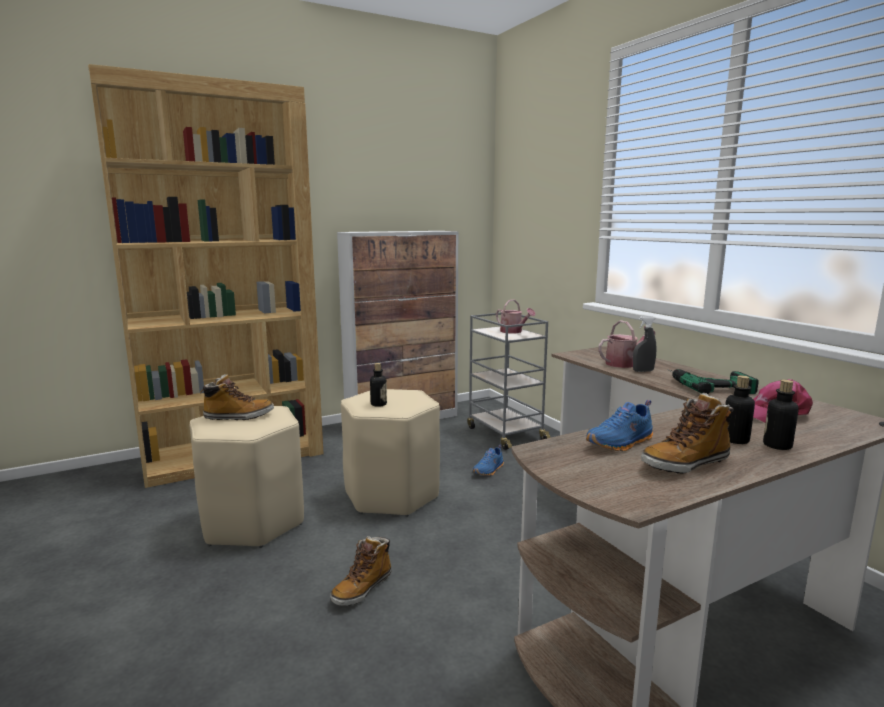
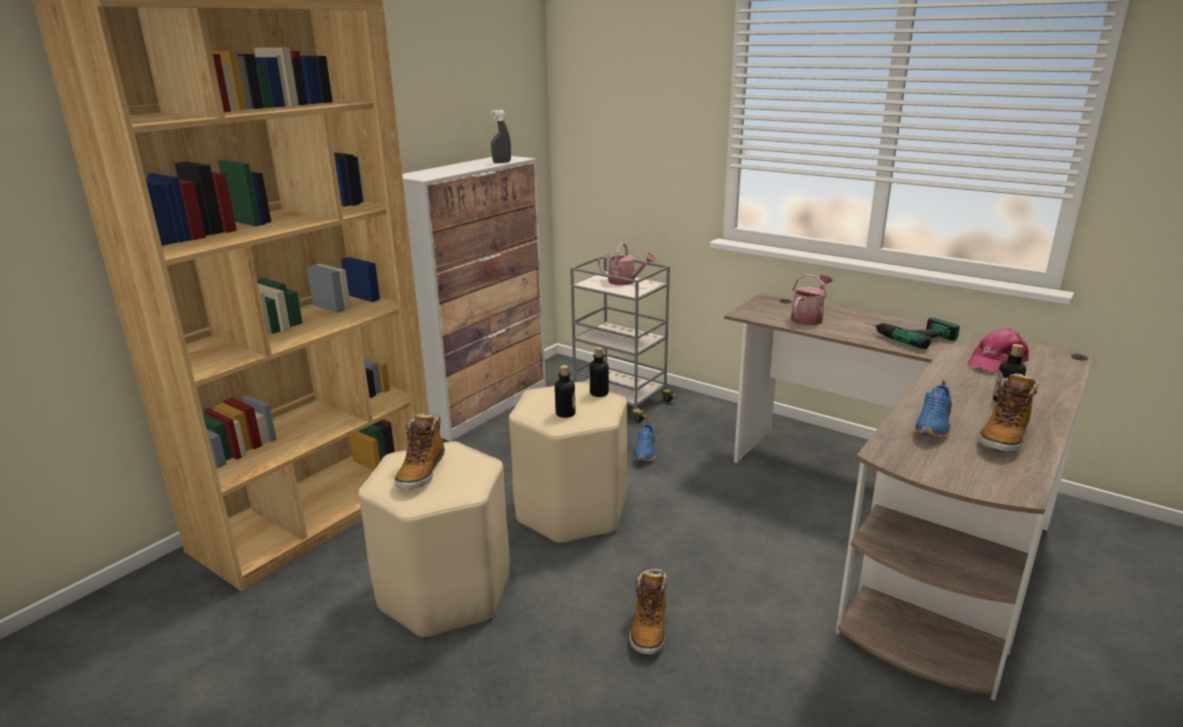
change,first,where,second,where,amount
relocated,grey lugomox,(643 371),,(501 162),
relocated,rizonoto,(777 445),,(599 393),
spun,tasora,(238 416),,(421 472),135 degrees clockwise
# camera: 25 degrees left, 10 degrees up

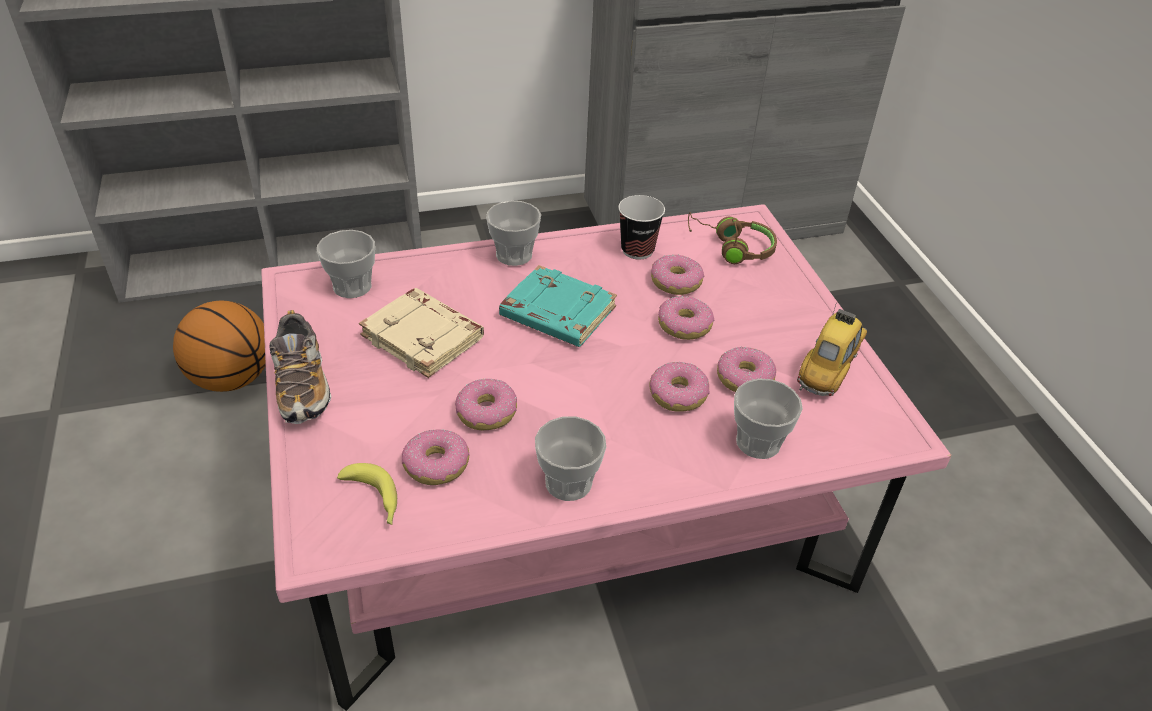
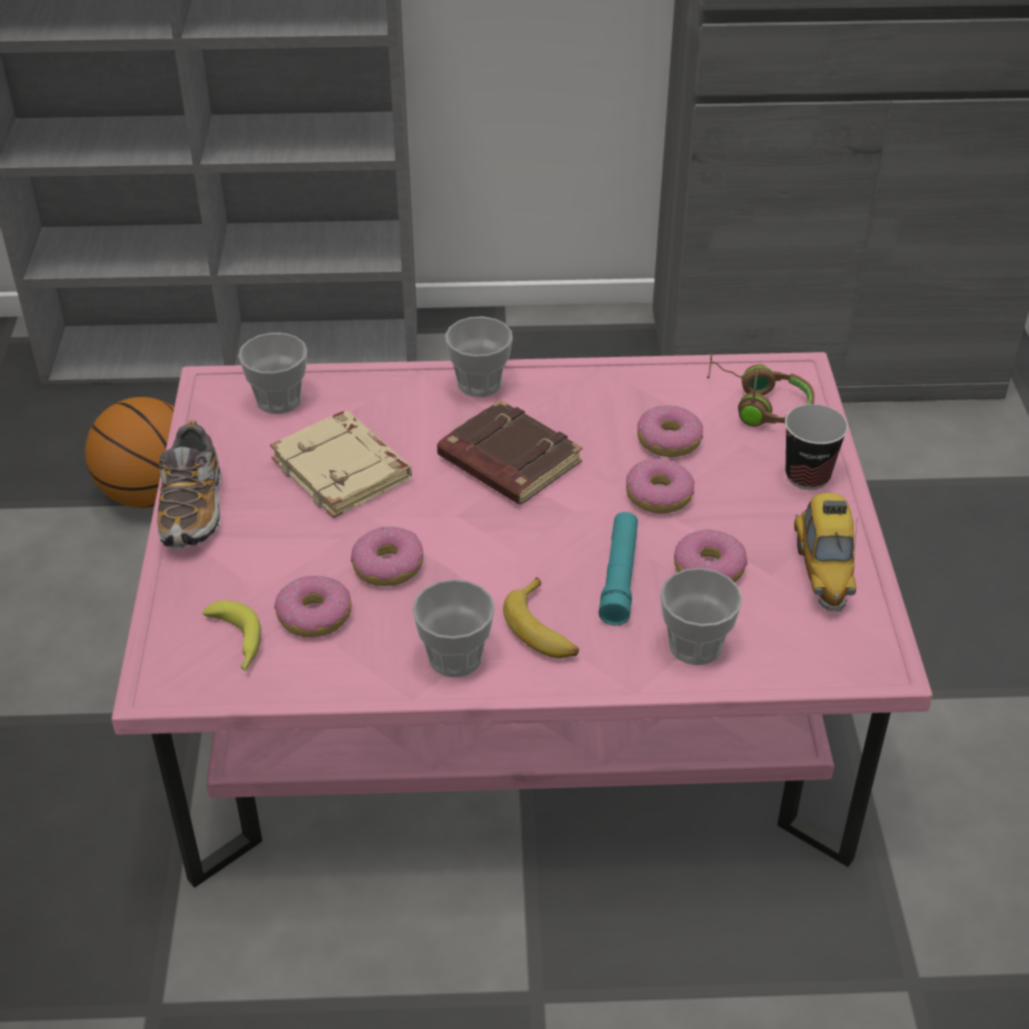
change,first,where,second,where,amount
appeared,,,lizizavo,(543 629),
relocated,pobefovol,(637 250),,(807 476),
exchanged,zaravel,(677 394),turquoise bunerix,(619 576),
colour,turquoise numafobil,(556 313),brown numafobil,(507 461),
spun,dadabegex,(830 368),,(823 571),135 degrees clockwise
# camera: 15 degrees right, 0 degrees up

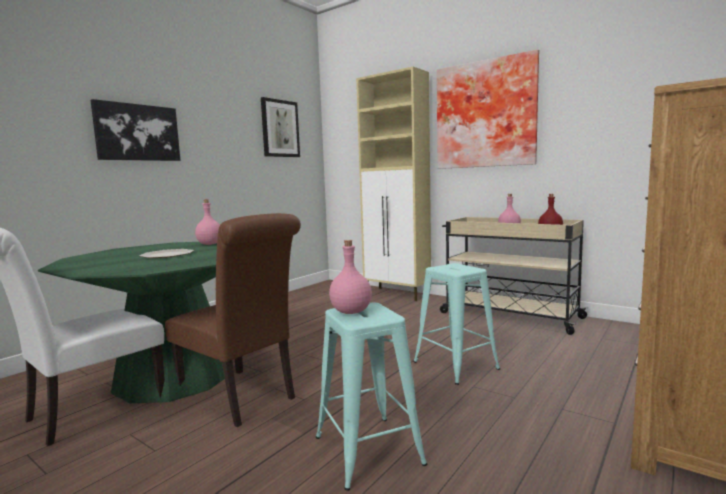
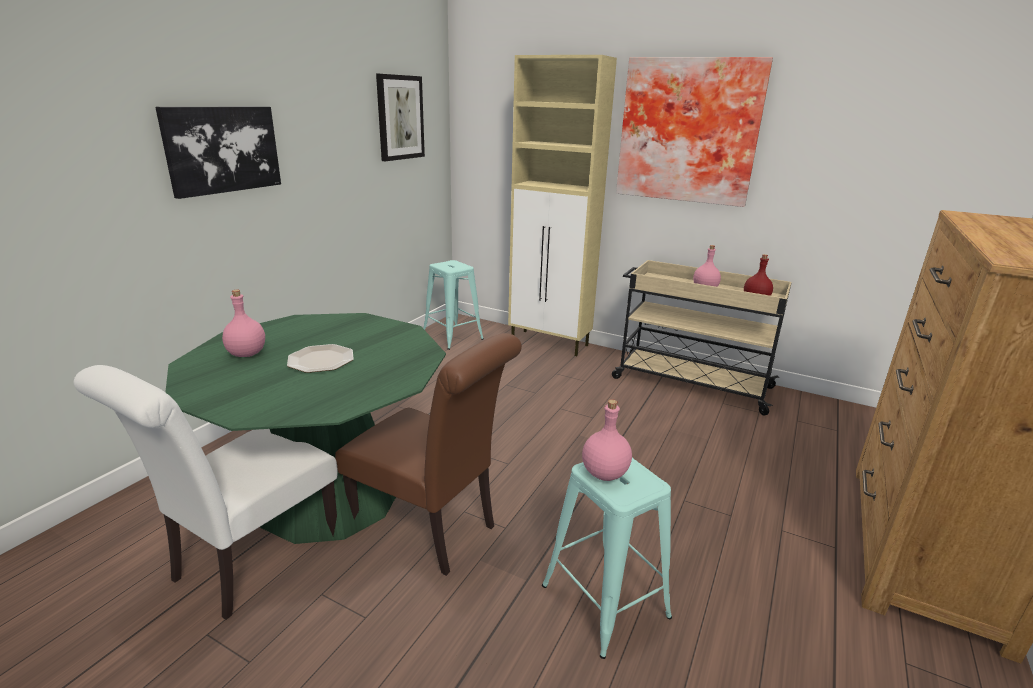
change,first,where,second,where,amount
relocated,pink rizonoto,(210 244),,(247 353),
relocated,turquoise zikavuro,(455 365),,(452 337),
# camera: 10 degrees left, 15 degrees up

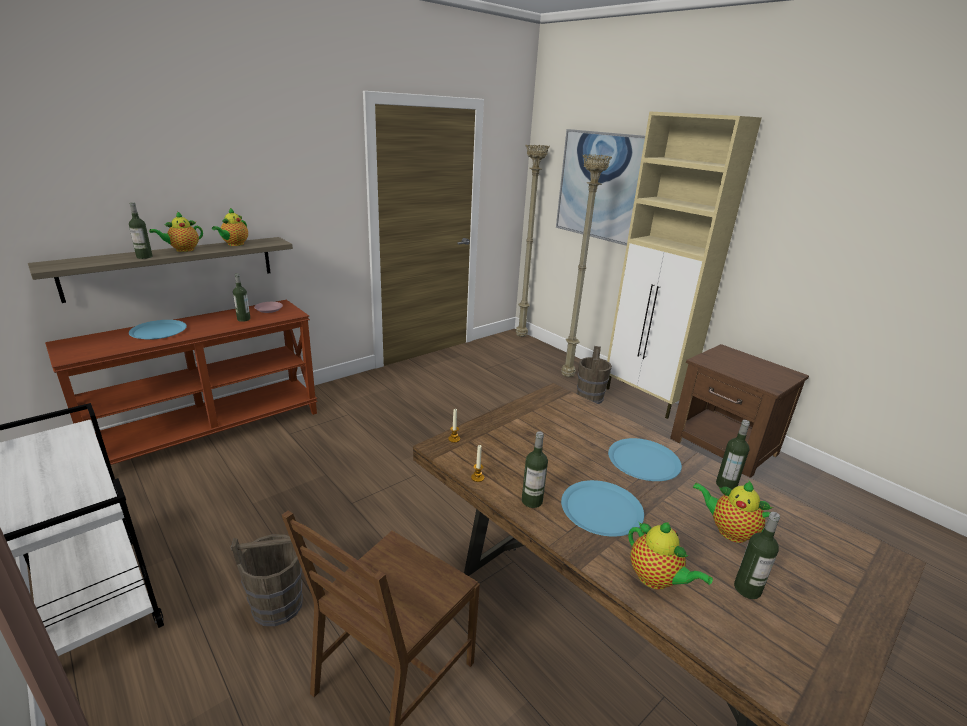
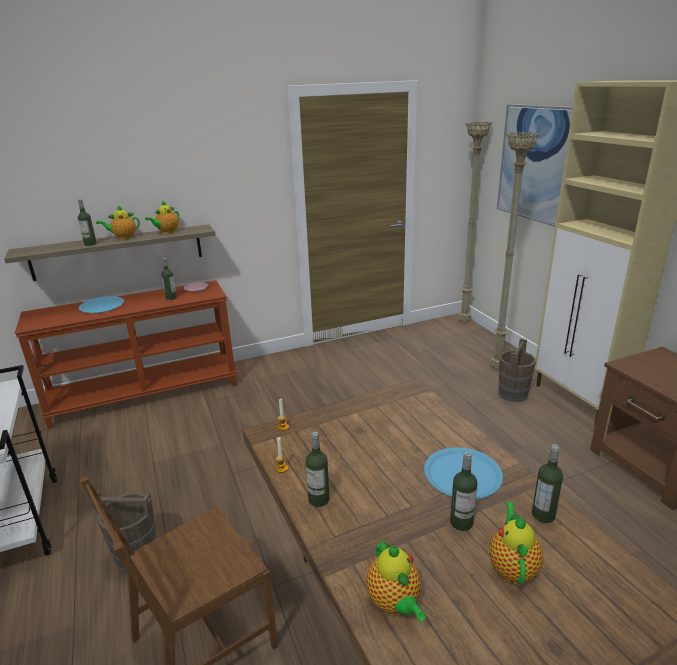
change,first,where,second,where,amount
missing,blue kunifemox,(601 509),,,
relocated,rizonoto,(747 589),,(461 522),
spun,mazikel,(729 531),,(512 567),45 degrees clockwise
# camera: 20 degrees right, 0 degrees up

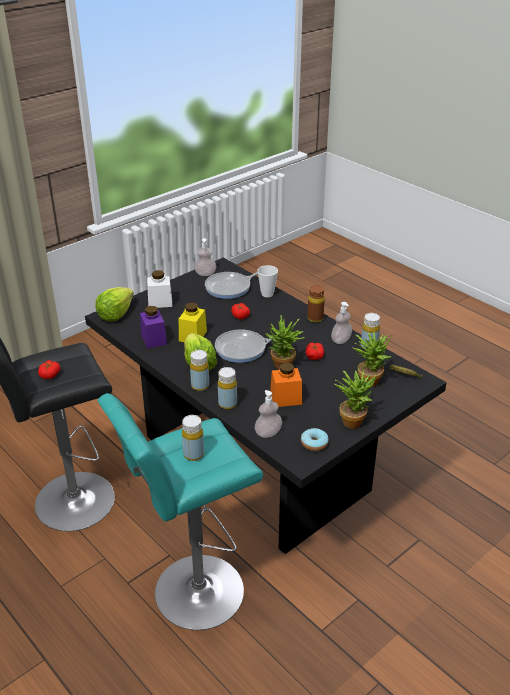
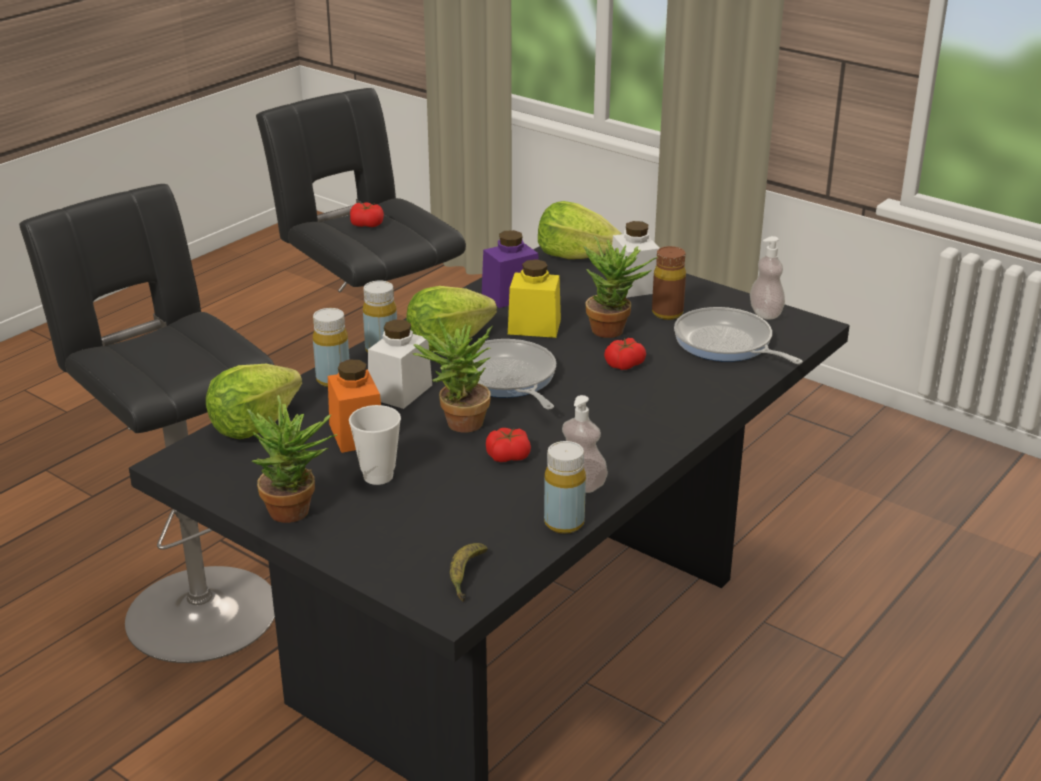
change,first,where,second,where,amount
missing,yellow rizonoto,(193 454),,,
missing,zaravel,(314 443),,,
appeared,,,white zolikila,(400 391),
relocated,pobefovol,(267 294),,(378 476),
relocated,brown rizonoto,(315 318),,(667 313),
relocated,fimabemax,(369 379),,(614 330),
exchanged,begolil,(268 433),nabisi,(254 425),
colour,turquoise zikavuro,(193 594),black zikavuro,(195 607),
# camera: 80 degrees right, 5 degrees down

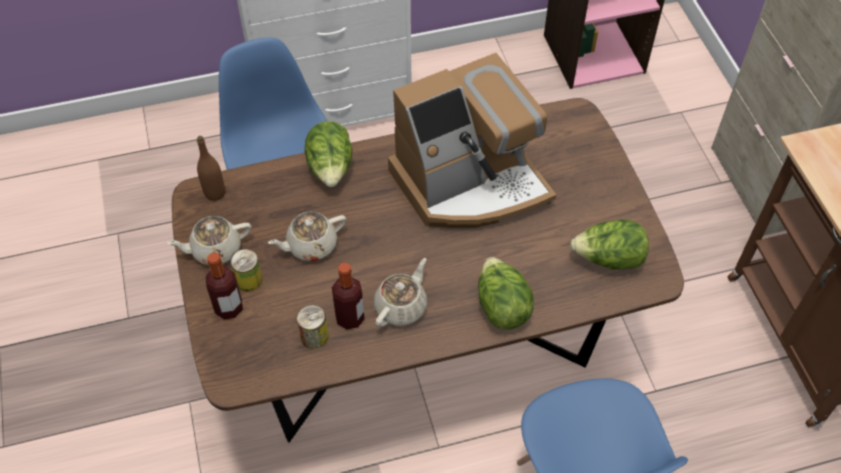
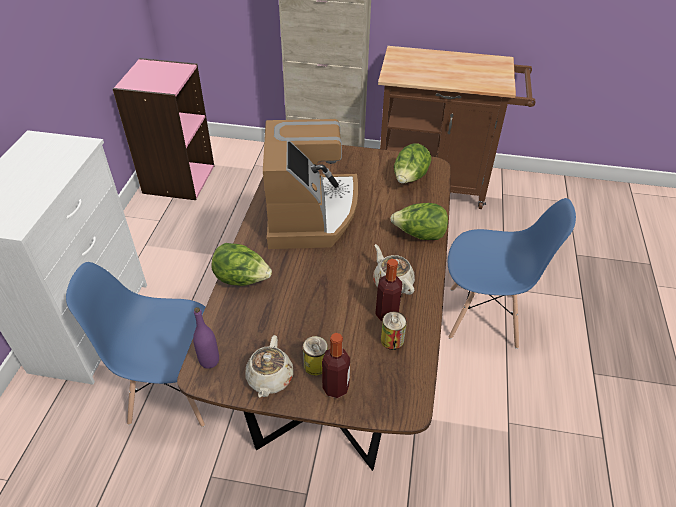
change,first,where,second,where,amount
missing,beige mazikel,(310 245),,,
colour,brown rizonoto,(215 193),purple rizonoto,(209 361),
# camera: 65 degrees left, 10 degrees down

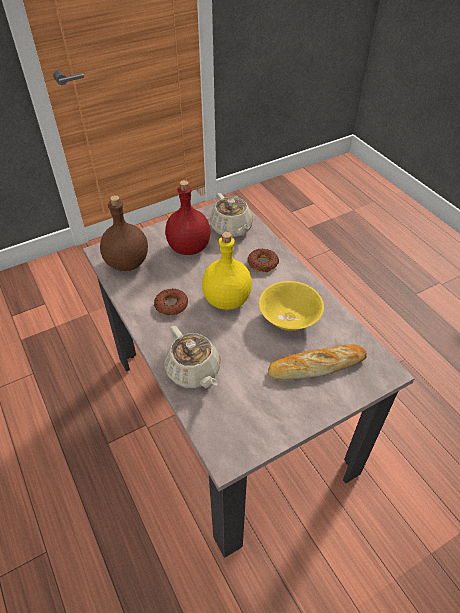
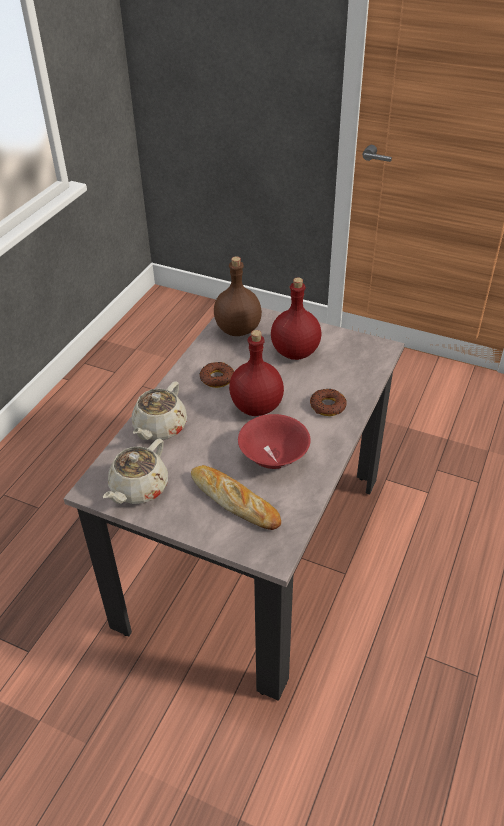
change,first,where,second,where,amount
relocated,beige mazikel,(231 228),,(138 488),
colour,yellow rizonoto,(227 299),red rizonoto,(257 406),
colour,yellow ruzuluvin,(289 319),red ruzuluvin,(274 457),
# camera: 55 degrees right, 5 degrees down

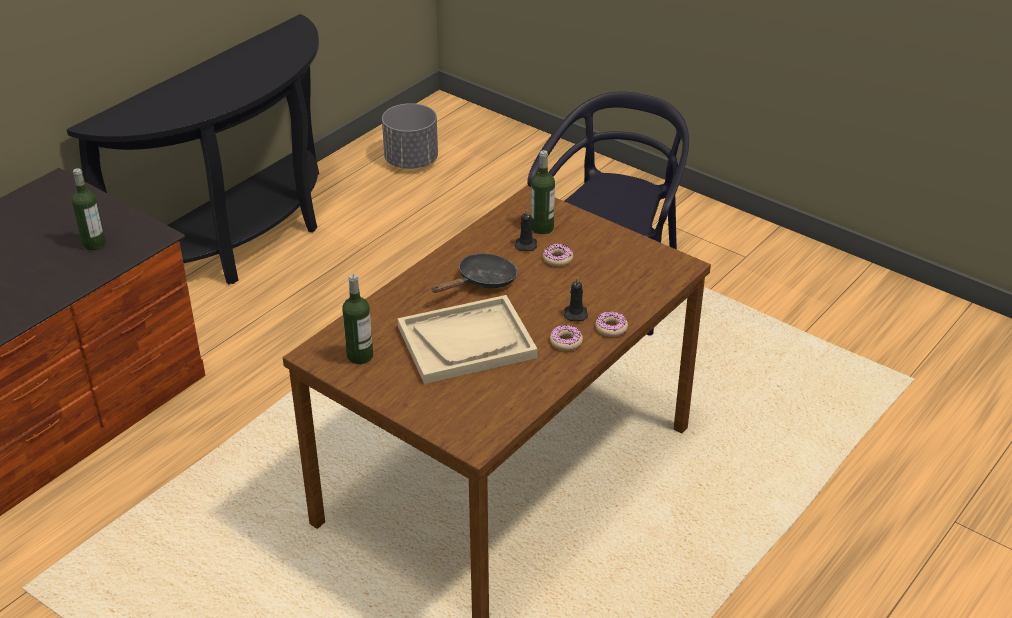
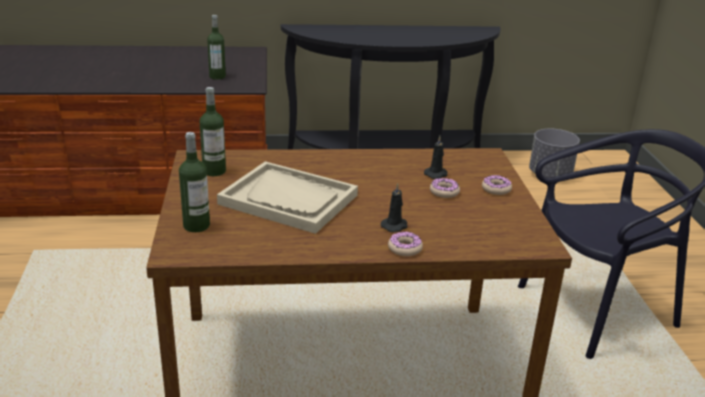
change,first,where,second,where,amount
missing,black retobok,(482 281),,,
relocated,rizonoto,(542 228),,(196 226),
relocated,zaravel,(566 342),,(496 189),
# camera: 45 degrees right, 10 degrees down

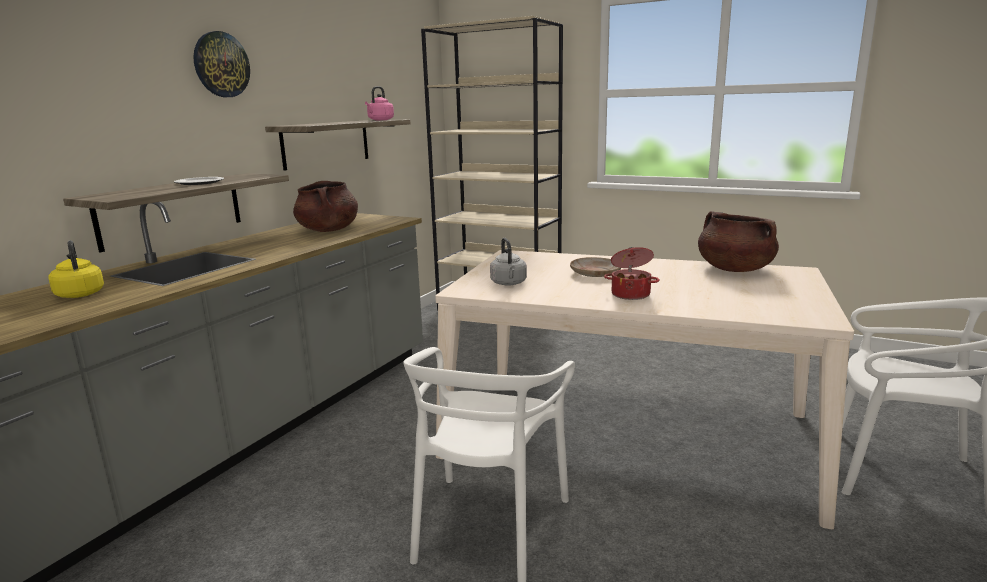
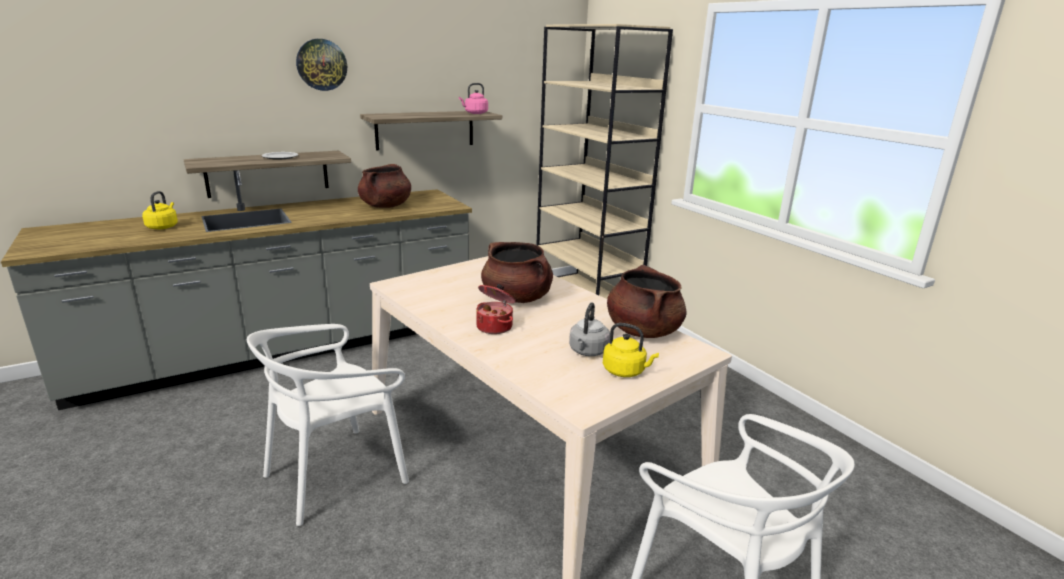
change,first,where,second,where,amount
appeared,,,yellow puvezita,(626 371),
relocated,grey puvezita,(509 283),,(588 352),
exchanged,beige kunifemox,(595 273),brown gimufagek,(517 298),
# camera: 30 degrees right, 5 degrees up

